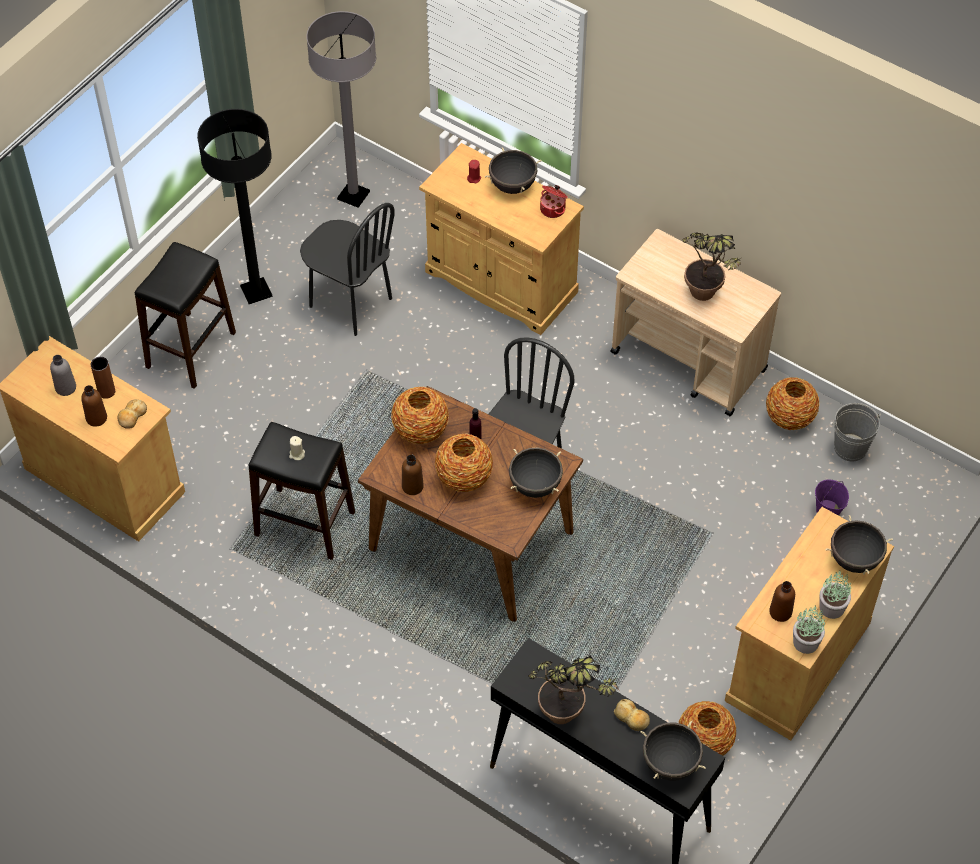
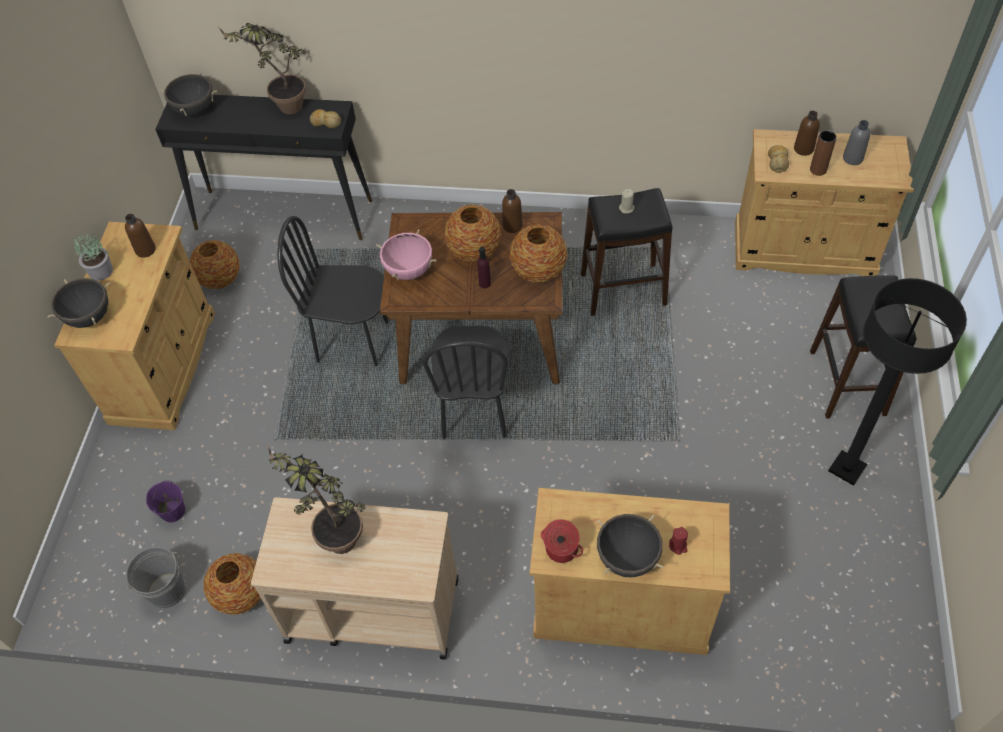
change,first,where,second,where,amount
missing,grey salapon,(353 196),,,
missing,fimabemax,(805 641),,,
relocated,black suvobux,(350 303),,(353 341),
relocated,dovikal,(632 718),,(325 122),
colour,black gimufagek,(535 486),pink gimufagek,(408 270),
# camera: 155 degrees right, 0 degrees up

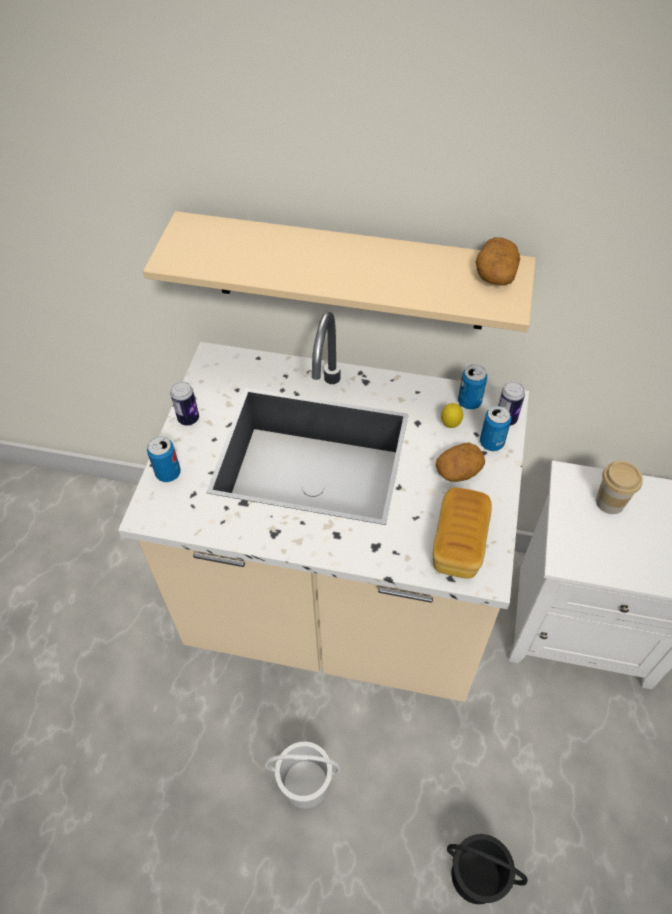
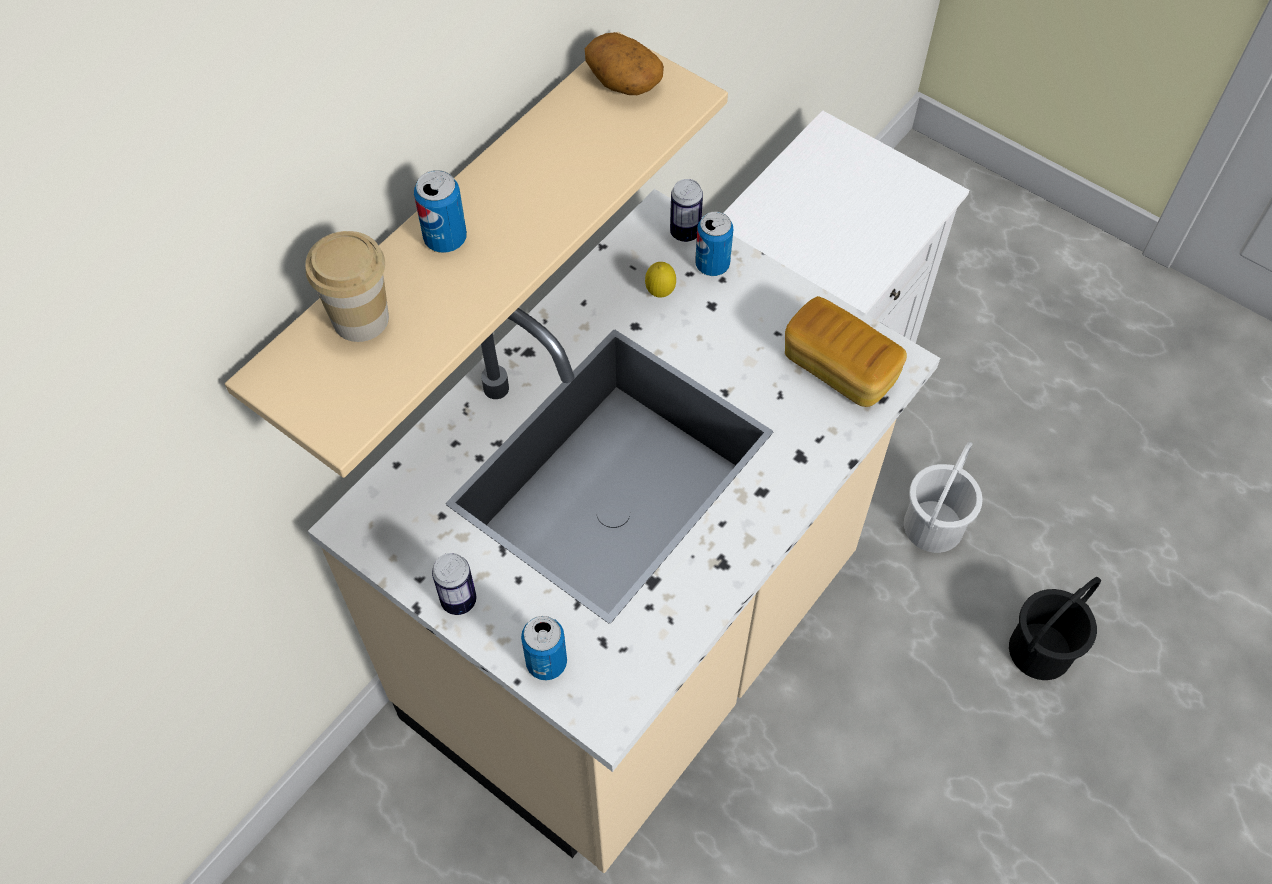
change,first,where,second,where,amount
missing,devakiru,(458 471),,,
relocated,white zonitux,(305 782),,(932 526),
relocated,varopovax,(469 402),,(445 239),
relocated,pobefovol,(610 502),,(360 319),
# camera: 65 degrees left, 5 degrees up

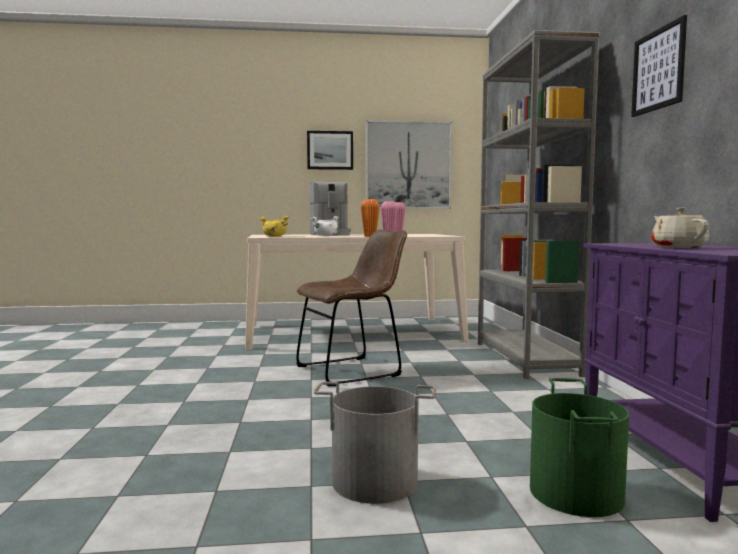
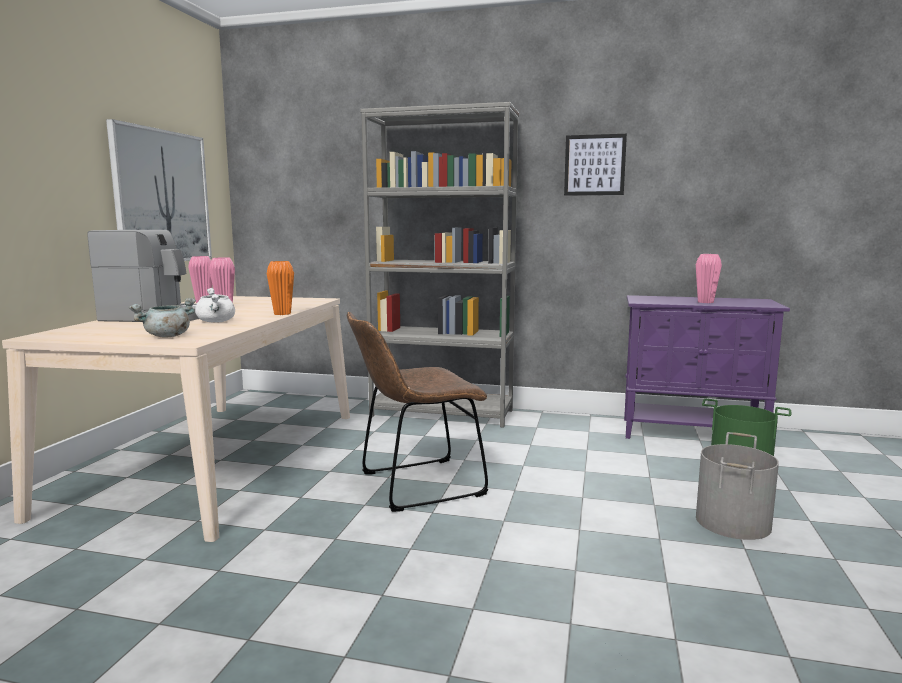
change,first,where,second,where,amount
missing,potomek,(330 150),,,
exchanged,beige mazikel,(678 247),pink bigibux,(705 302),
colour,yellow gimufagek,(274 236),grey gimufagek,(167 336),
spun,brown suvobux,(353 370),,(415 485),105 degrees counterclockwise
# camera: 70 degrees left, 5 degrees up

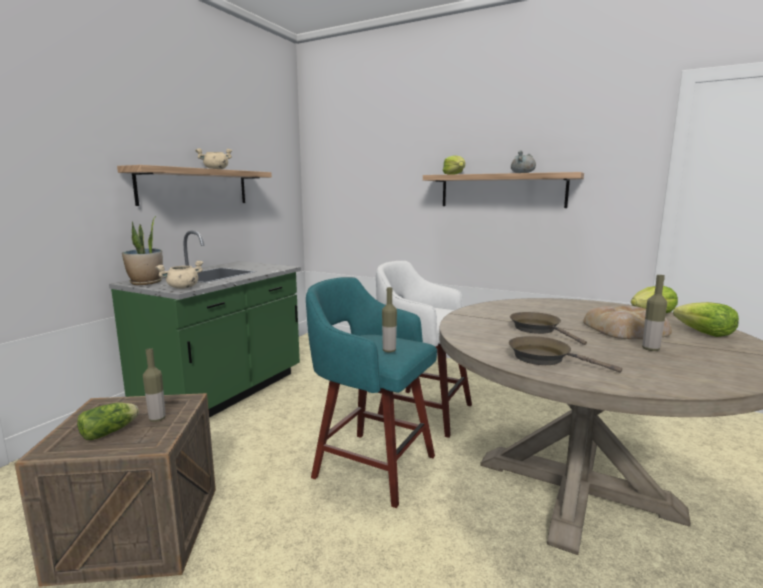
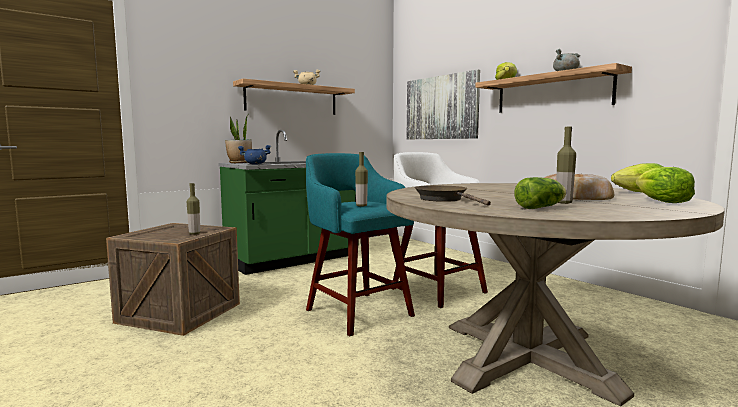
change,first,where,second,where,amount
missing,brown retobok,(538 329),,,
appeared,,,potomek,(441 107),
relocated,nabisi,(111 431),,(542 207),
colour,beige gimufagek,(182 288),blue gimufagek,(255 164),
# camera: 25 degrees right, 5 degrees down

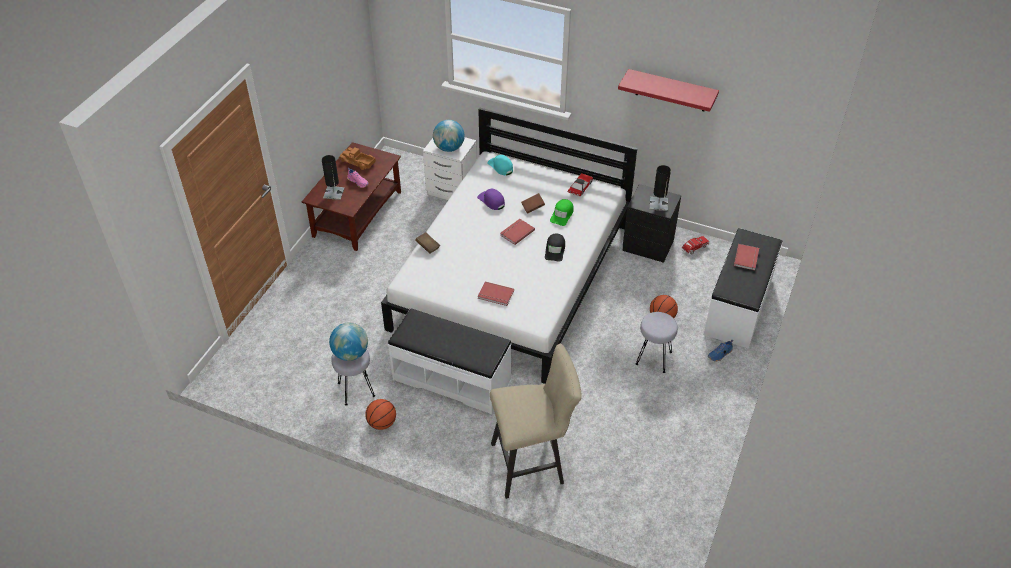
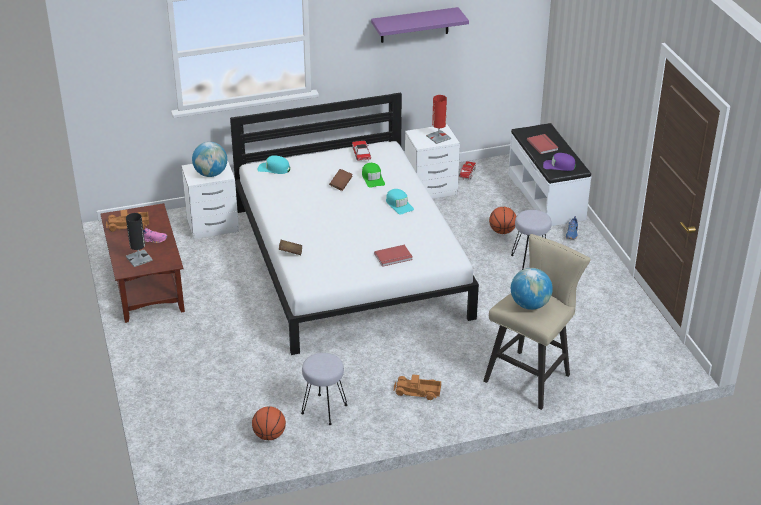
change,first,where,second,where,amount
missing,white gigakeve,(452 378),,,
missing,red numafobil,(516 232),,,
appeared,,,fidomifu,(417 392),
relocated,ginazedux,(350 354),,(530 305),
relocated,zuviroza,(382 423),,(269 435),
relocated,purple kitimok,(491 201),,(559 166),
colour,black kitimok,(555 250),turquoise kitimok,(399 205),
colour,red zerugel,(671 91),purple zerugel,(414 25),
colour,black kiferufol,(648 246),white kiferufol,(432 189),
colour,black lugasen,(658 204),red lugasen,(438 137),
# camera: 40 degrees left, 10 degrees down

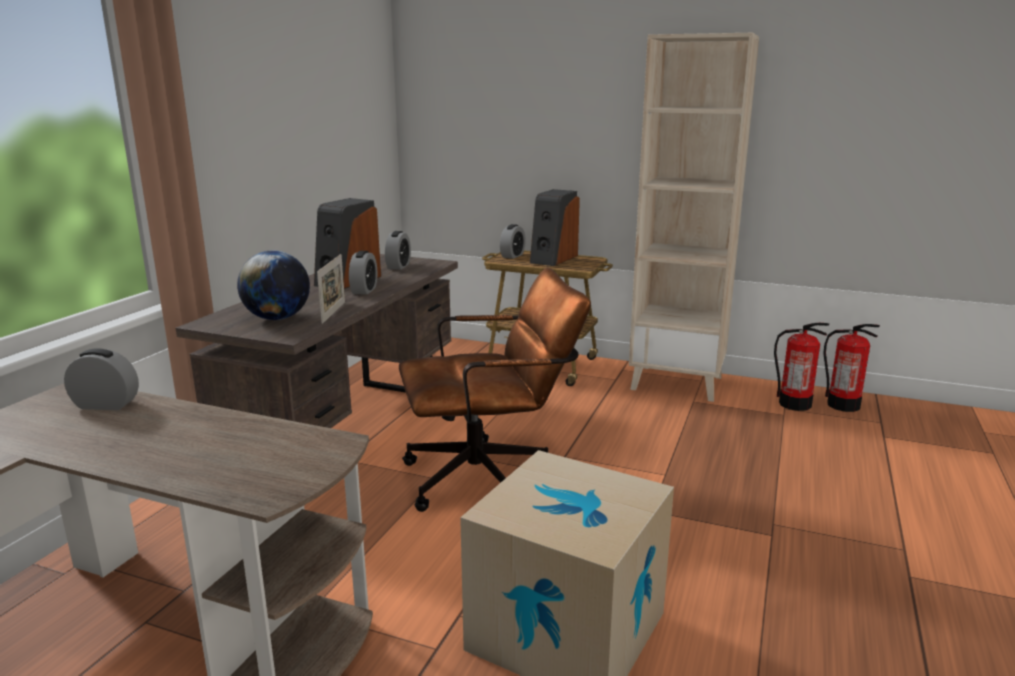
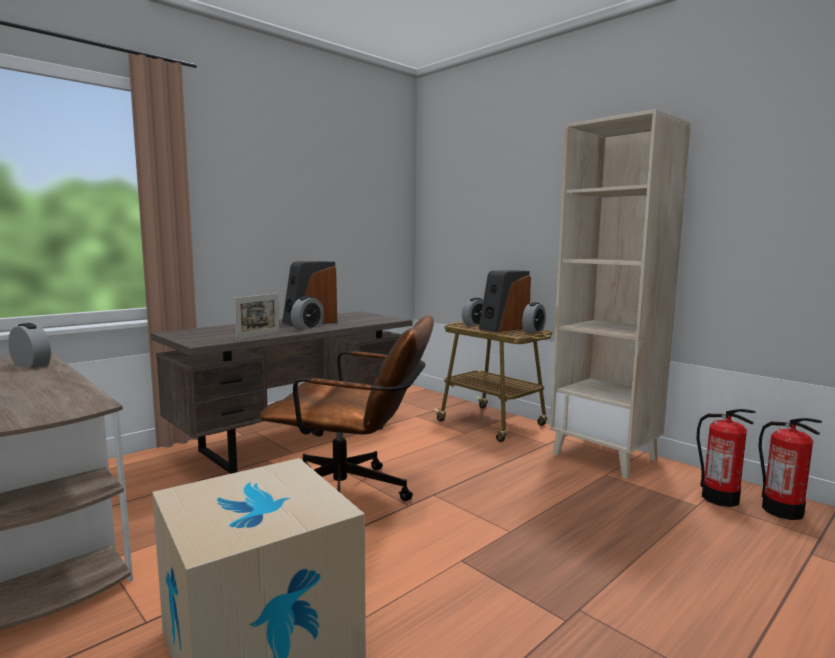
change,first,where,second,where,amount
missing,ginazedux,(277 318),,,
relocated,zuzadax,(398 266),,(533 331),
# camera: 25 degrees right, 10 degrees down

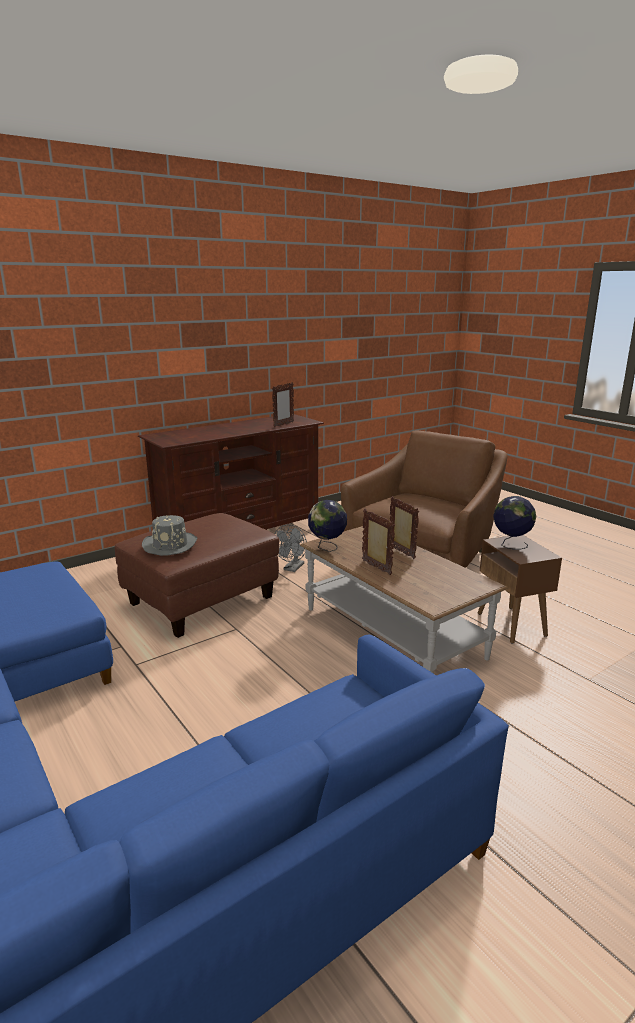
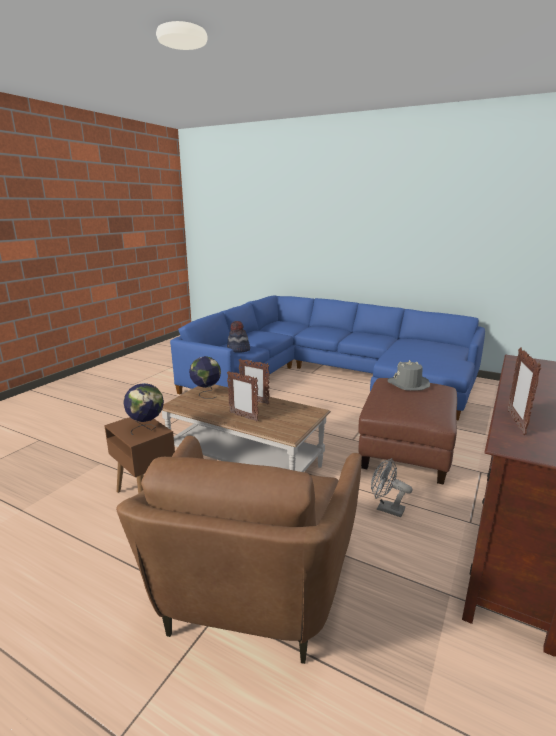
change,first,where,second,where,amount
appeared,,,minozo,(238 350),
relocated,ginazedux,(327 548),,(206 394),
spun,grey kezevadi,(292 568),,(386 508),60 degrees counterclockwise
# camera: 155 degrees right, 0 degrees up

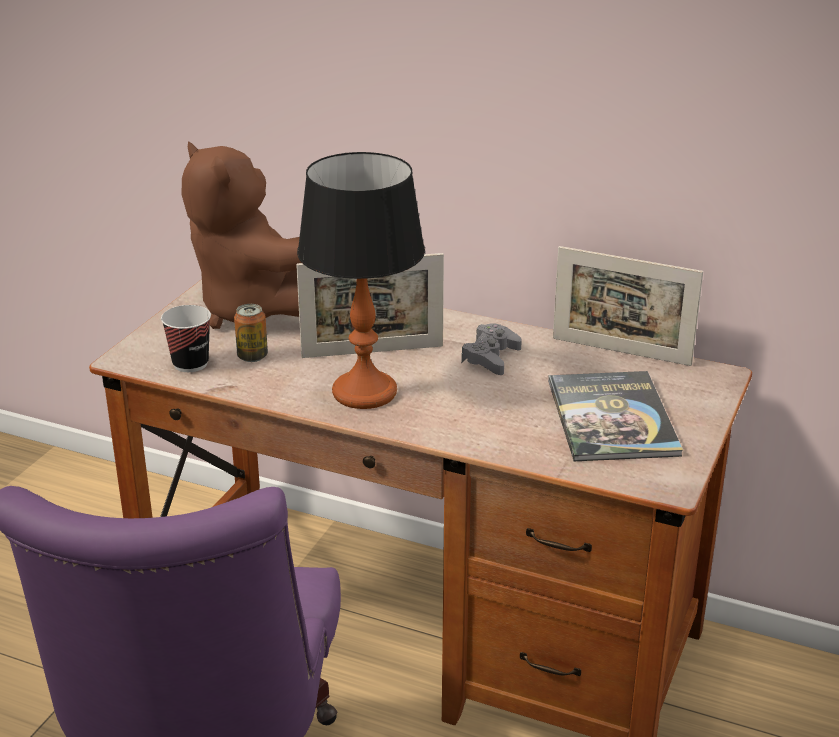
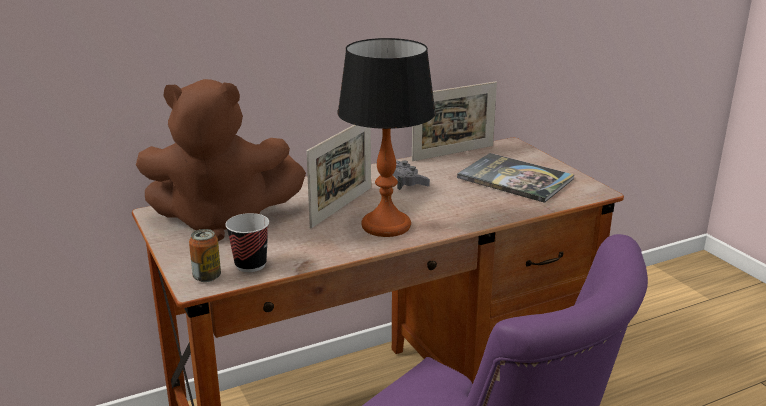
change,first,where,second,where,amount
relocated,varopovax,(252 356),,(207 277),
# camera: 50 degrees left, 5 degrees down

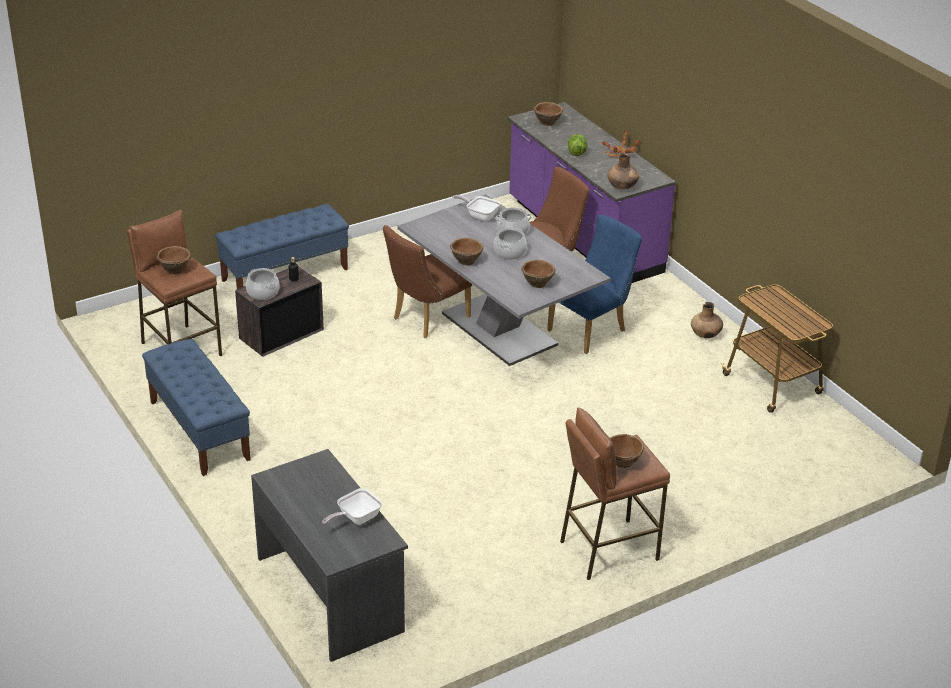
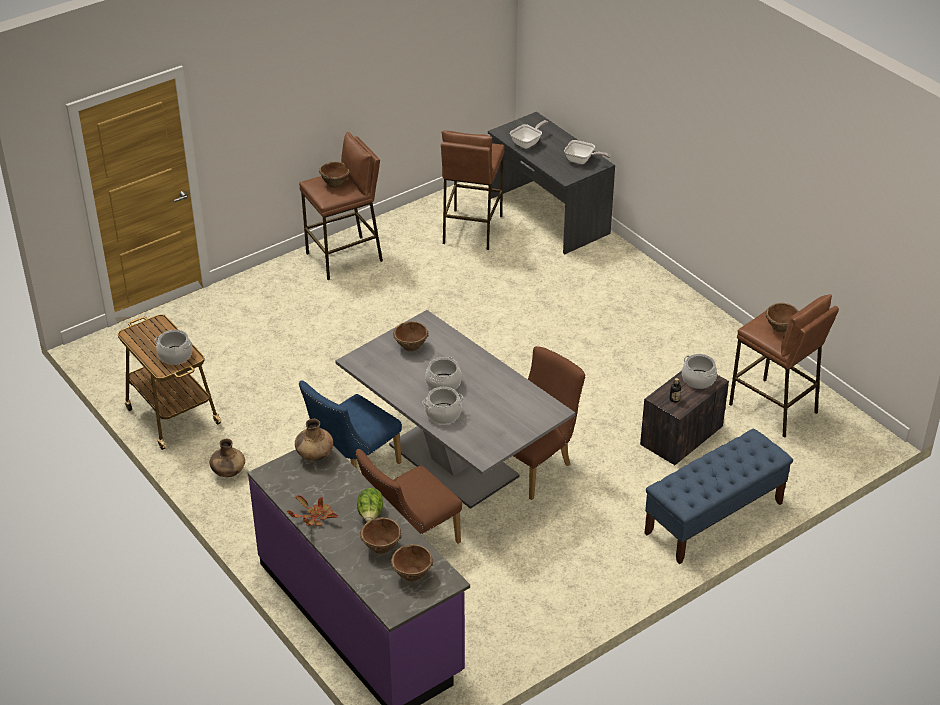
change,first,where,second,where,amount
missing,blue gigakeve,(199 430),,,
appeared,,,gimufagek,(175 355),
appeared,,,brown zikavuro,(471 229),
relocated,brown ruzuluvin,(466 261),,(381 547),
relocated,retobok,(480 215),,(582 161),
# camera: 175 degrees right, 5 degrees up

